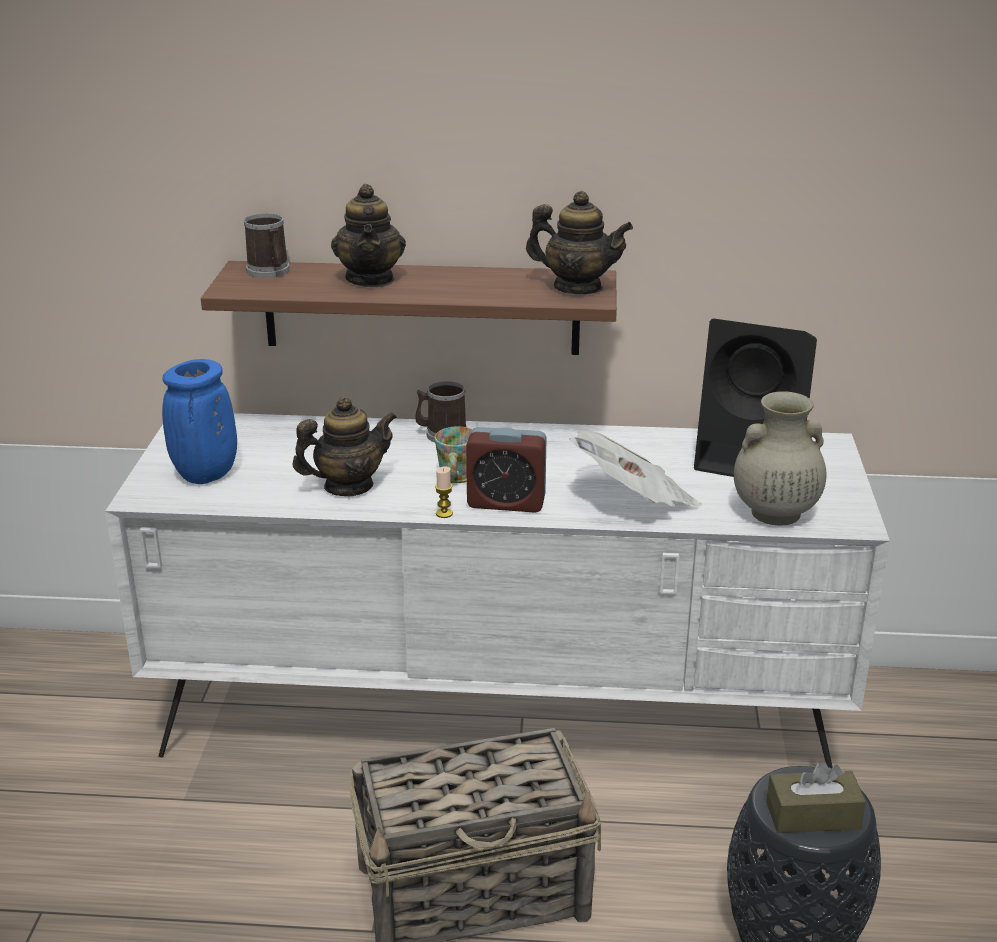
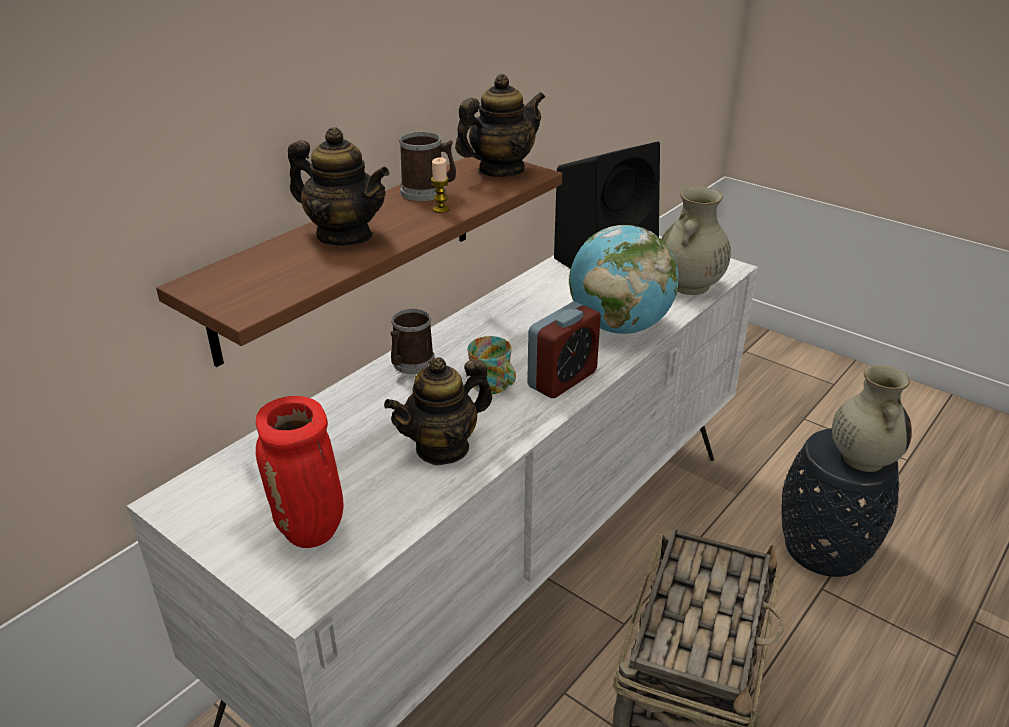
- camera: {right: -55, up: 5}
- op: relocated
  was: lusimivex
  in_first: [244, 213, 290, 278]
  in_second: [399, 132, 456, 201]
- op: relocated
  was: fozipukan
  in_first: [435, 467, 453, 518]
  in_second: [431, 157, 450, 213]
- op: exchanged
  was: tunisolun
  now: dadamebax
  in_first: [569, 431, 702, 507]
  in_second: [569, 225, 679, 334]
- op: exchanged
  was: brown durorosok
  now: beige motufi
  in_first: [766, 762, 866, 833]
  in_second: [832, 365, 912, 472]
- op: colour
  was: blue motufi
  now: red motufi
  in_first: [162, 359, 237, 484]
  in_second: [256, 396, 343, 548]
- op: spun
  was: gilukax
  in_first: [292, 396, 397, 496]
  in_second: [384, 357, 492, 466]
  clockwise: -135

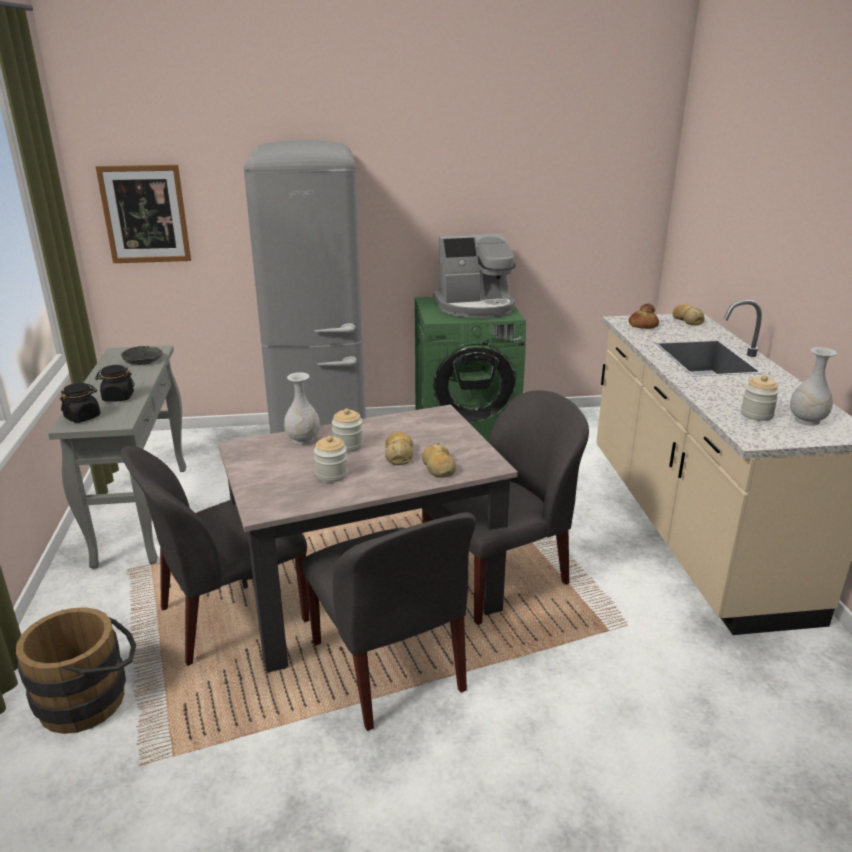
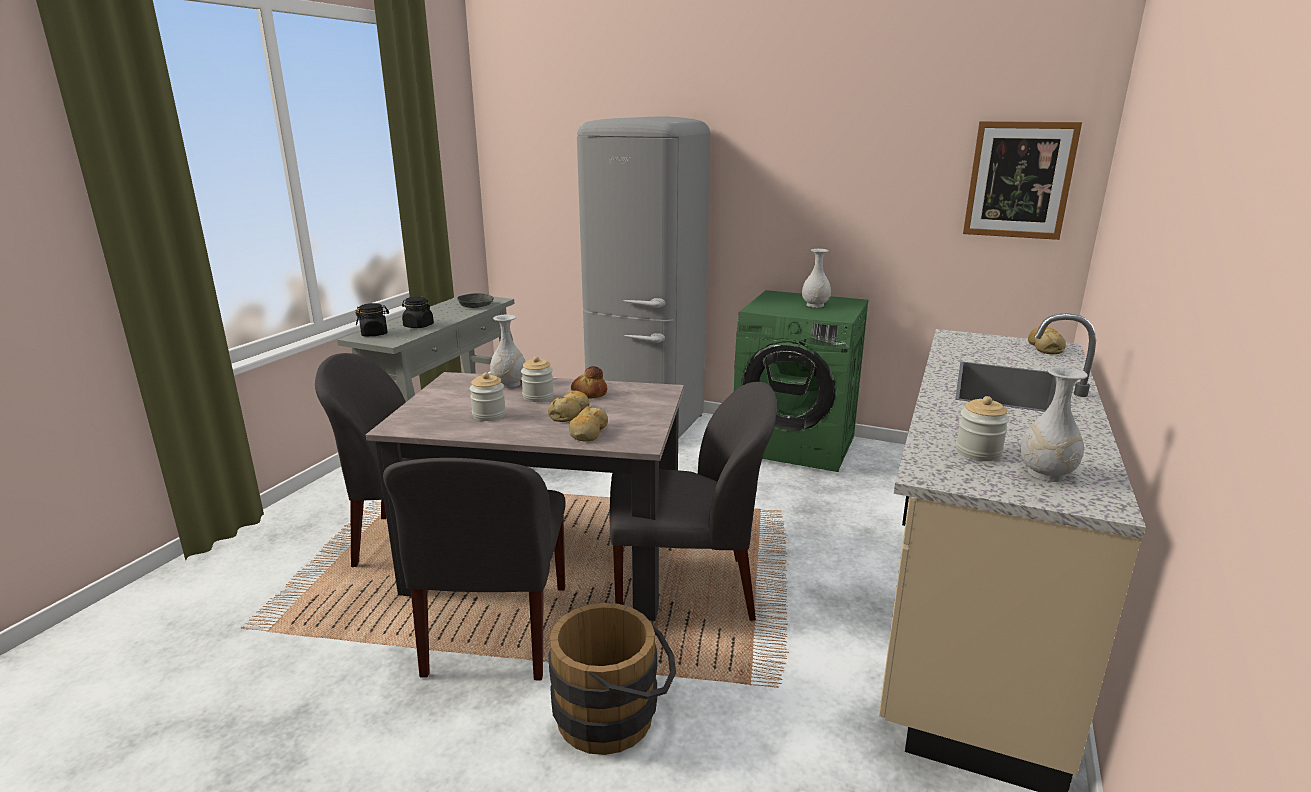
- camera: {right: 30, up: -5}
- op: relocated
  was: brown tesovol
  in_first: [16, 607, 136, 734]
  in_second: [548, 602, 676, 755]
- op: relocated
  was: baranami
  in_first: [96, 165, 191, 263]
  in_second: [963, 121, 1082, 240]
- op: relocated
  was: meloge
  in_first: [629, 303, 659, 329]
  in_second: [571, 366, 607, 399]
- op: exchanged
  was: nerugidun
  now: white motufi
  in_first: [433, 234, 516, 318]
  in_second: [802, 249, 831, 308]

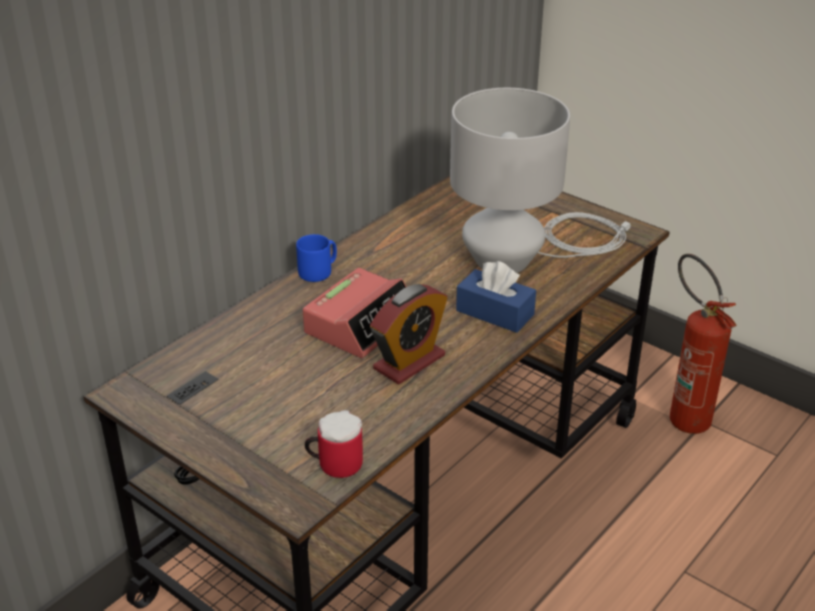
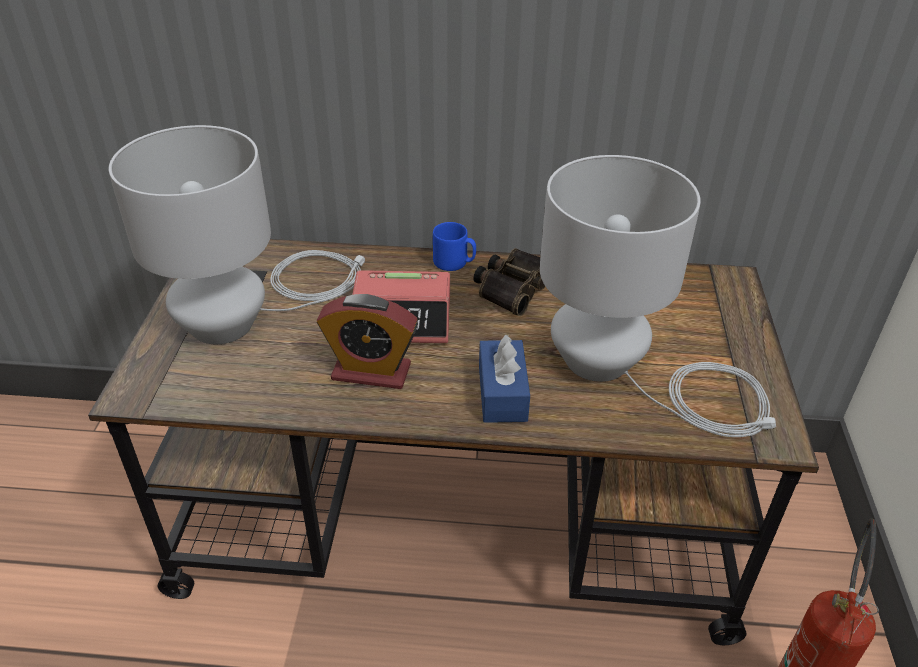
- camera: {right: 55, up: 5}
- op: missing
  was: lusimivex
  in_first: [305, 410, 363, 478]
- op: appeared
  now: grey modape
  in_second: [109, 125, 365, 344]
- op: appeared
  now: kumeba
  in_second: [473, 248, 546, 316]

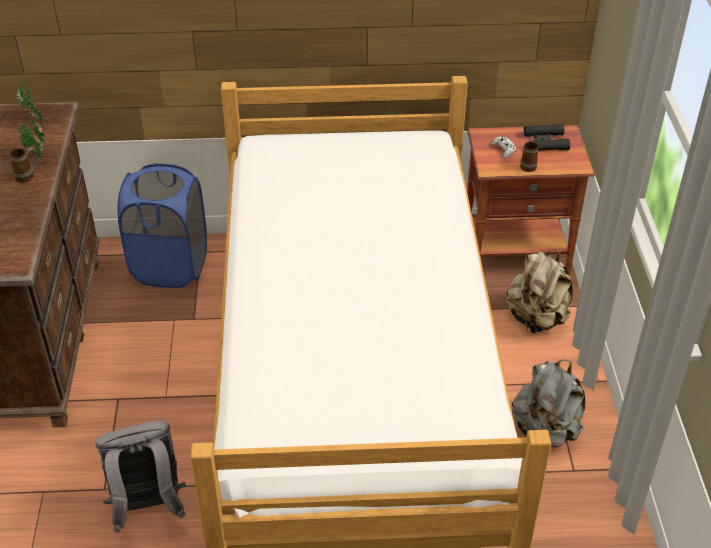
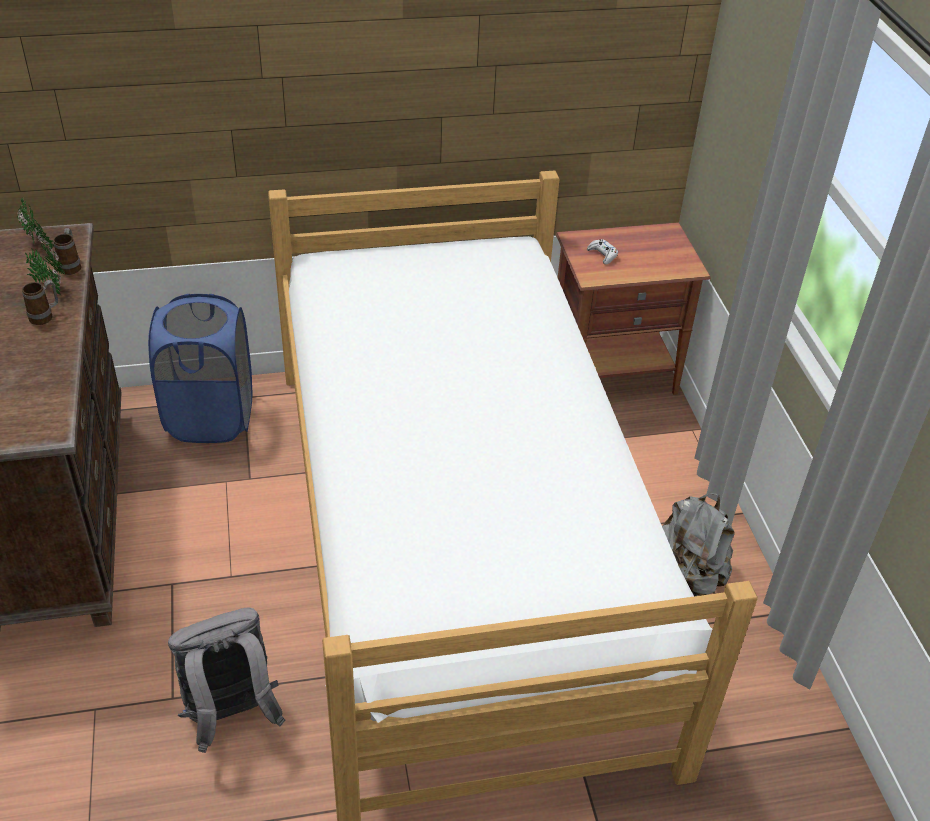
- camera: {right: -10, up: 0}
- op: missing
  was: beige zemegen
  in_first: [506, 249, 573, 334]
- op: missing
  was: black kumeba
  in_first: [524, 124, 570, 151]
- op: relocated
  was: lusimivex
  in_first: [520, 137, 539, 172]
  in_second: [53, 228, 81, 275]

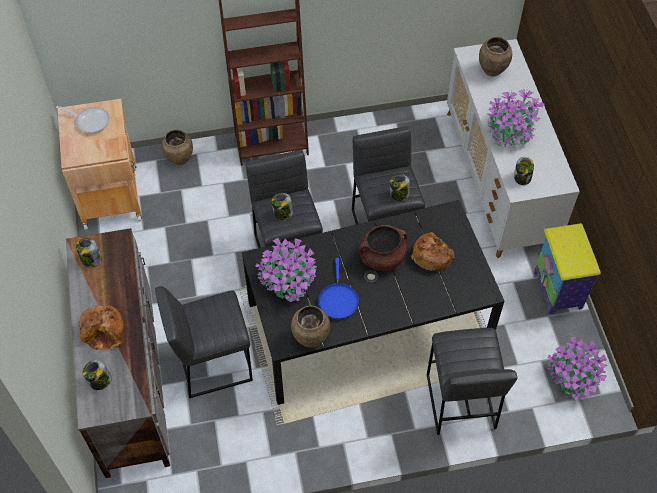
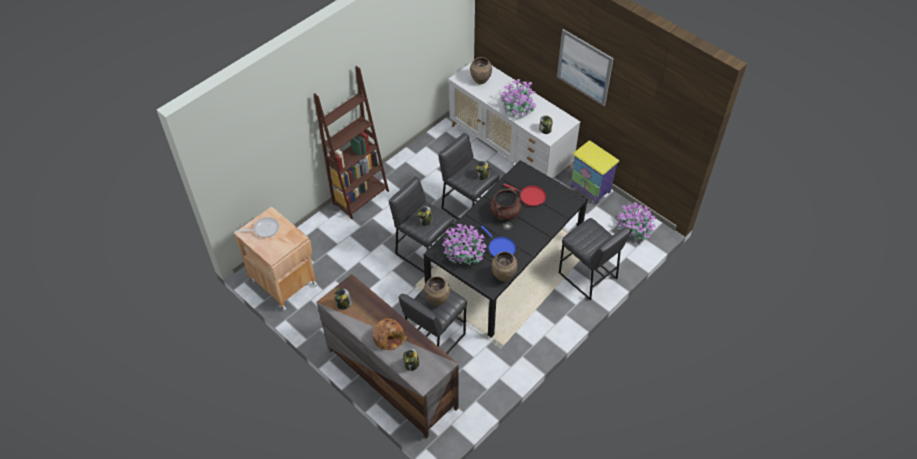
- camera: {right: -35, up: -5}
- op: appeared
  now: baranami
  in_second: [557, 29, 614, 106]
- op: relocated
  was: brown motufi
  in_first: [162, 130, 193, 165]
  in_second: [424, 276, 450, 306]
- op: exchanged
  was: meloge
  now: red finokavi
  in_first: [411, 232, 455, 271]
  in_second: [503, 183, 547, 207]

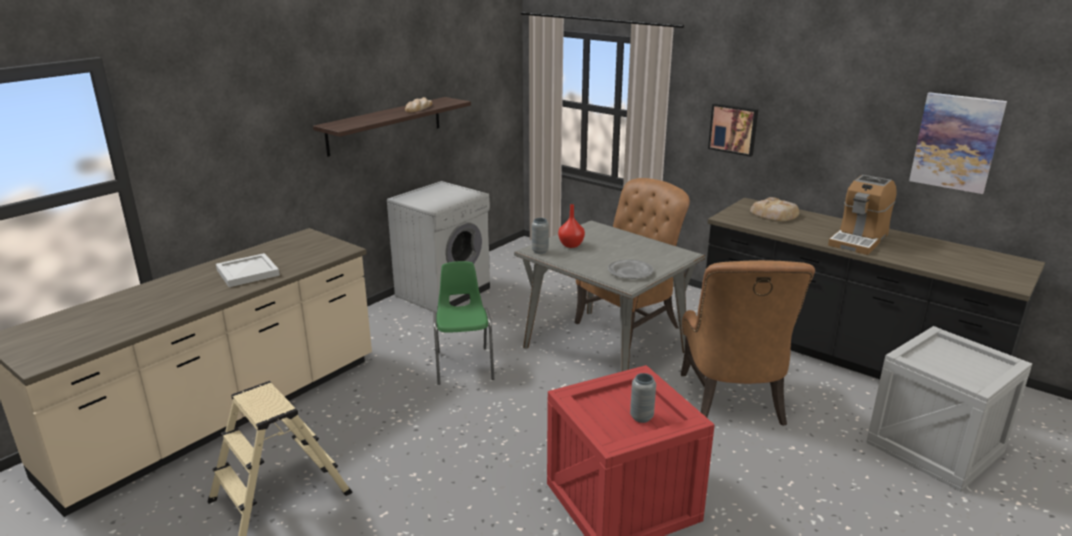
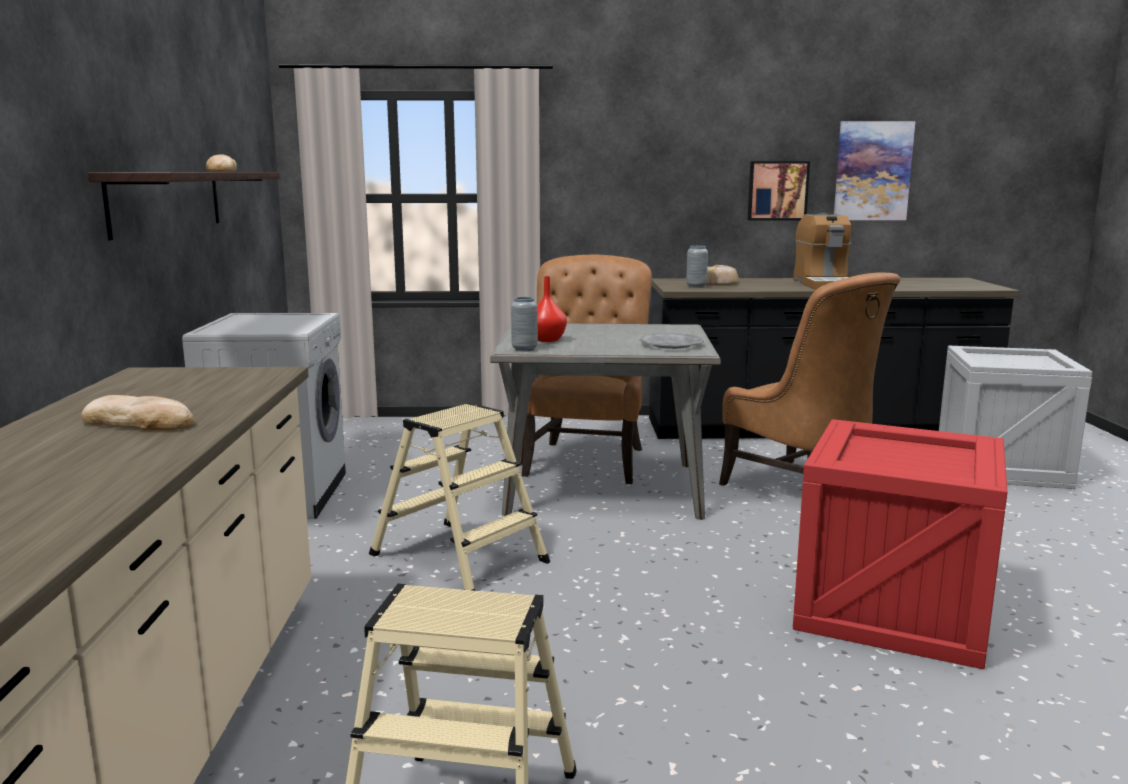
- camera: {right: -40, up: -10}
- op: relocated
  was: grey motufi
  in_first: [630, 373, 656, 423]
  in_second: [686, 246, 708, 288]
- op: relocated
  was: baranami
  in_first: [708, 103, 758, 157]
  in_second: [747, 161, 810, 220]
- op: exchanged
  was: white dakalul
  now: meloge
  in_first: [216, 253, 280, 287]
  in_second: [81, 395, 194, 431]
- op: exchanged
  was: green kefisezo
  now: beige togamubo
  in_first: [434, 261, 494, 385]
  in_second: [369, 403, 550, 591]

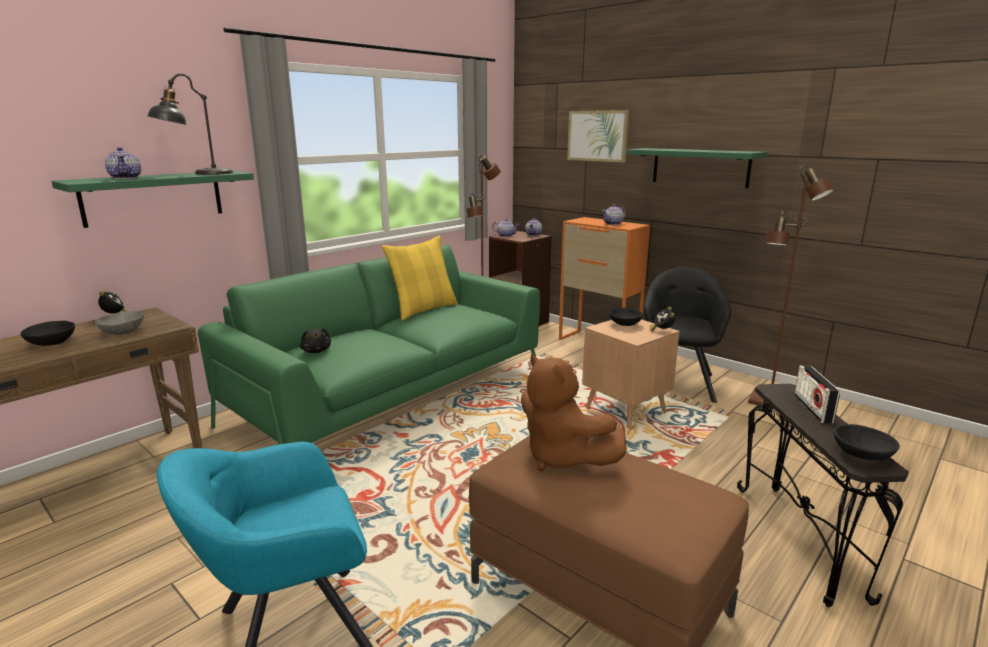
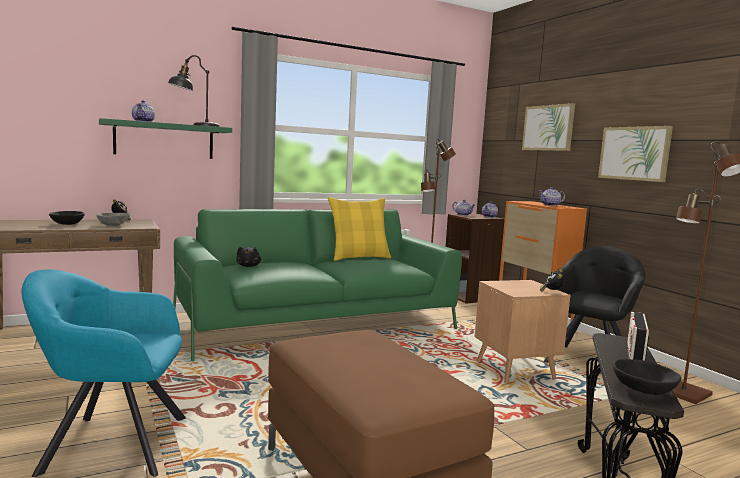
- camera: {right: 20, up: -10}
- op: missing
  was: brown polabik
  in_first: [521, 354, 627, 471]
- op: missing
  was: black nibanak
  in_first: [609, 307, 643, 326]
- op: exchanged
  was: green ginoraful
  now: baranami
  in_first: [626, 148, 767, 188]
  in_second: [598, 126, 673, 182]

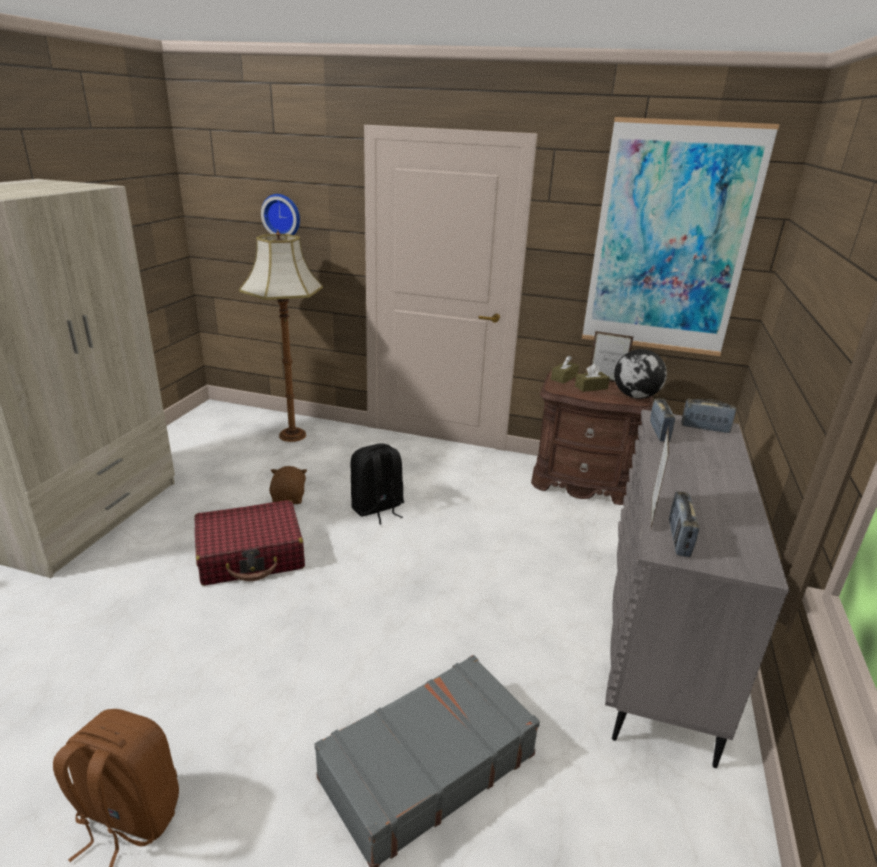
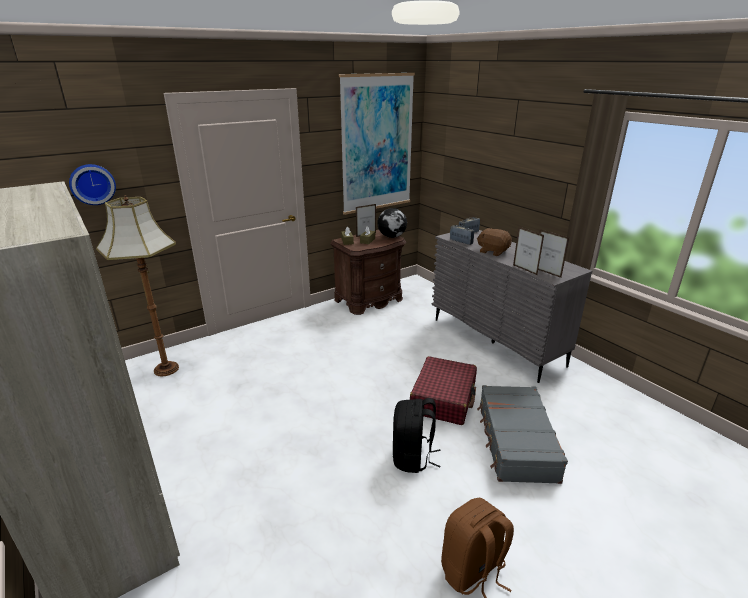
- camera: {right: -50, up: 0}
- op: relocated
  was: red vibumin
  in_first: [194, 500, 305, 586]
  in_second: [410, 356, 477, 425]
- op: relocated
  was: brown polabik
  in_first: [269, 466, 307, 504]
  in_second: [477, 228, 512, 256]
- op: relocated
  was: black zemegen
  in_first: [351, 443, 404, 525]
  in_second: [393, 398, 441, 473]
- op: exchanged
  was: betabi
  now: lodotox
  in_first: [669, 492, 699, 557]
  in_second: [538, 229, 569, 278]

